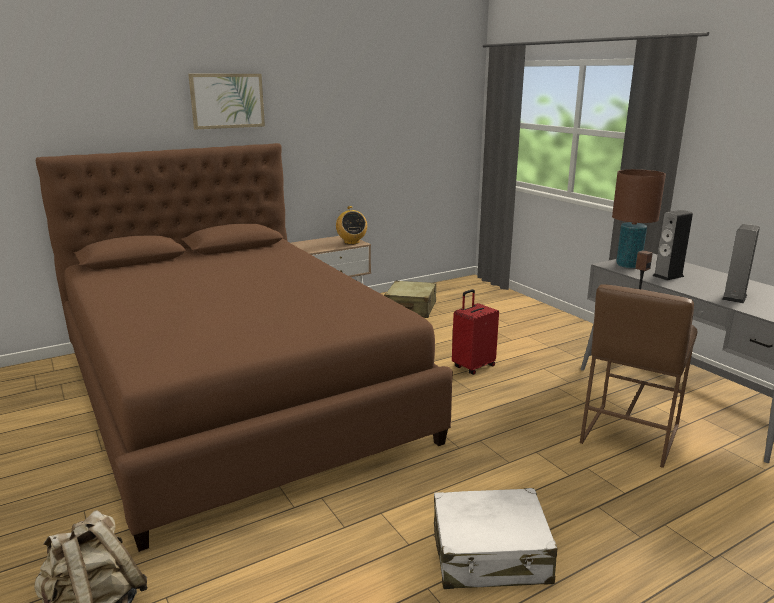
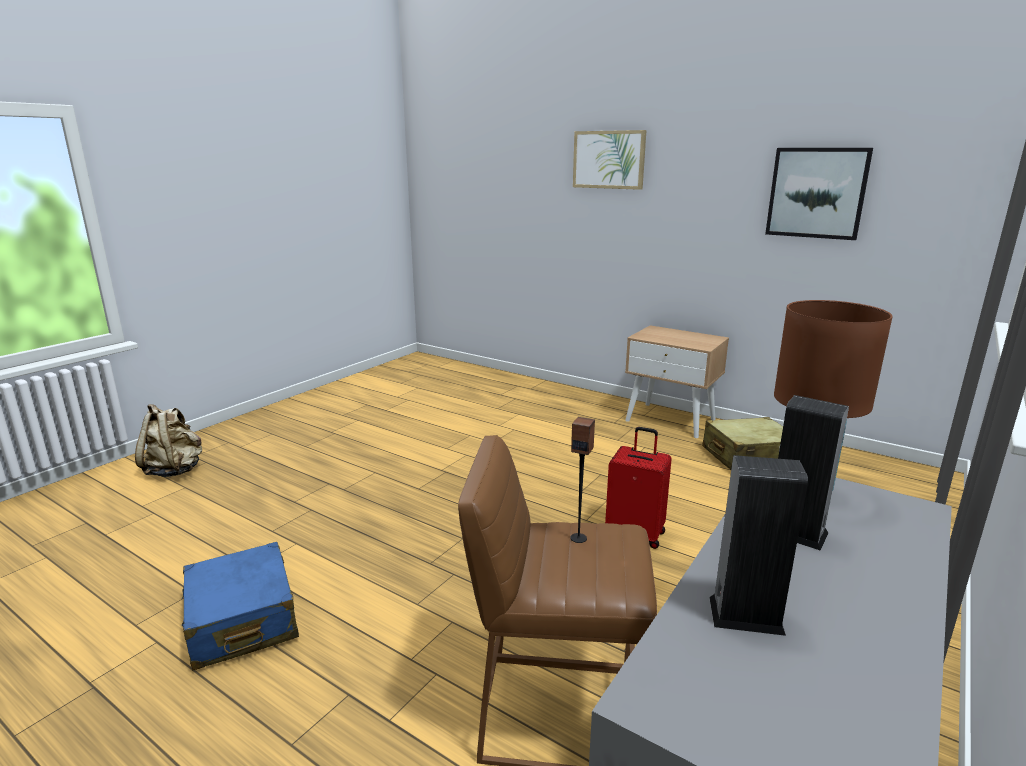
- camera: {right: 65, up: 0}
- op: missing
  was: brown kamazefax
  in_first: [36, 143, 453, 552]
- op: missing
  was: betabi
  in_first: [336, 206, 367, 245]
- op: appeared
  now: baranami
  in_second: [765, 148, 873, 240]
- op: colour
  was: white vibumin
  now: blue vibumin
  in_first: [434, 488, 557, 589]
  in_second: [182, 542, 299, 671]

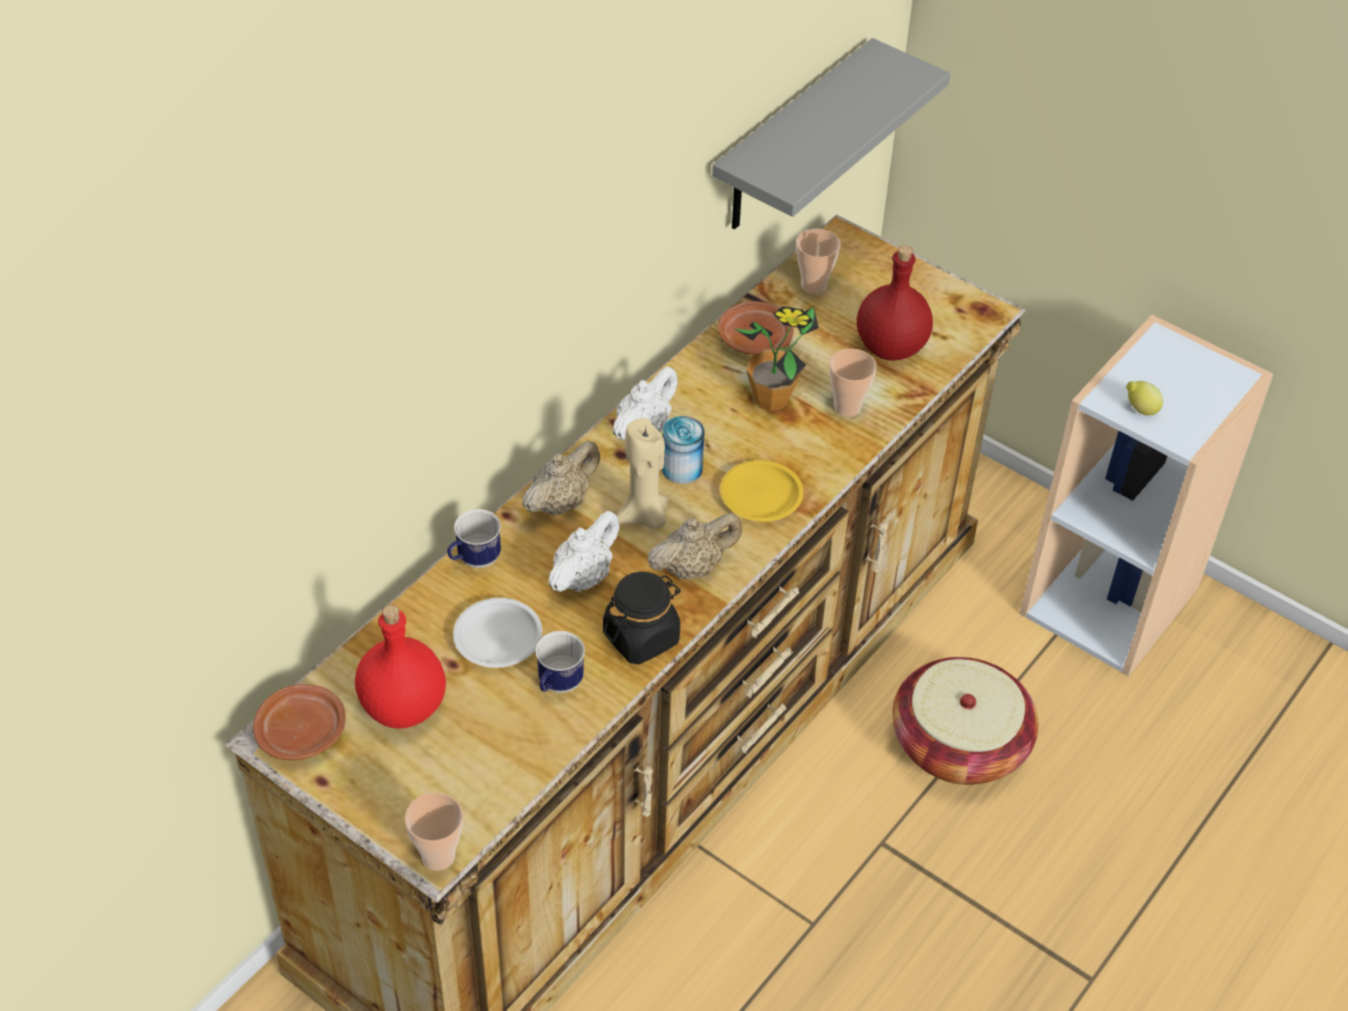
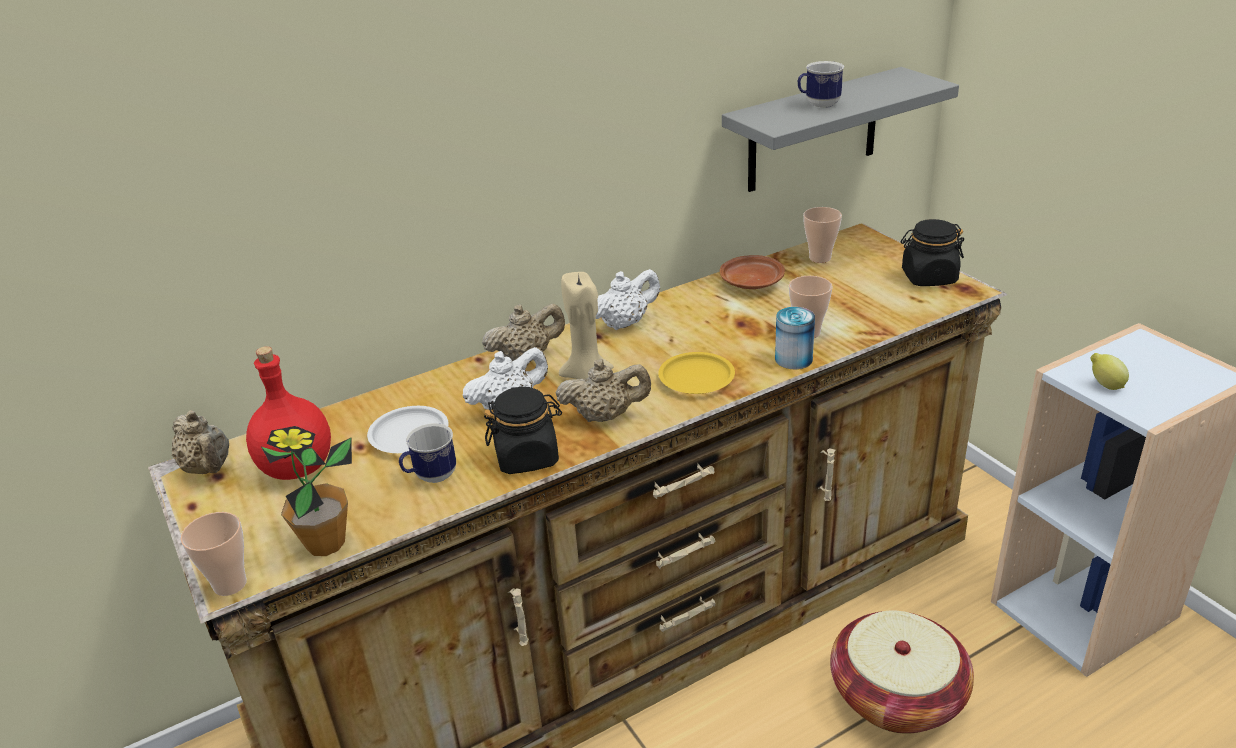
- camera: {right: 25, up: -15}
- op: missing
  was: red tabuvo
  in_first: [857, 245, 933, 361]
- op: appeared
  now: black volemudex
  in_second: [901, 219, 964, 286]
- op: relocated
  was: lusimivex
  in_first: [447, 509, 501, 568]
  in_second: [798, 61, 844, 108]
- op: relocated
  was: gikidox
  in_first: [662, 416, 704, 484]
  in_second: [775, 307, 815, 369]
- op: relocated
  was: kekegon
  in_first: [735, 306, 819, 412]
  in_second: [261, 426, 352, 556]
- op: exchanged
  was: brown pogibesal
  now: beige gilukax
  in_first: [253, 684, 346, 760]
  in_second: [172, 410, 229, 474]

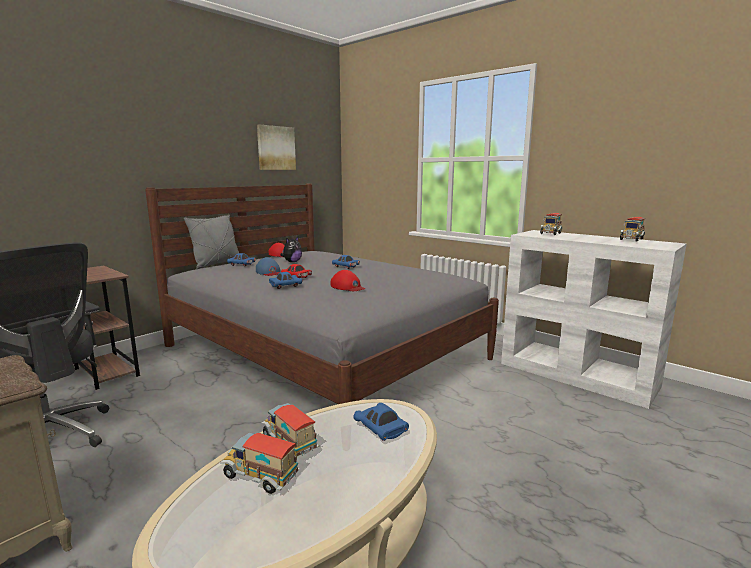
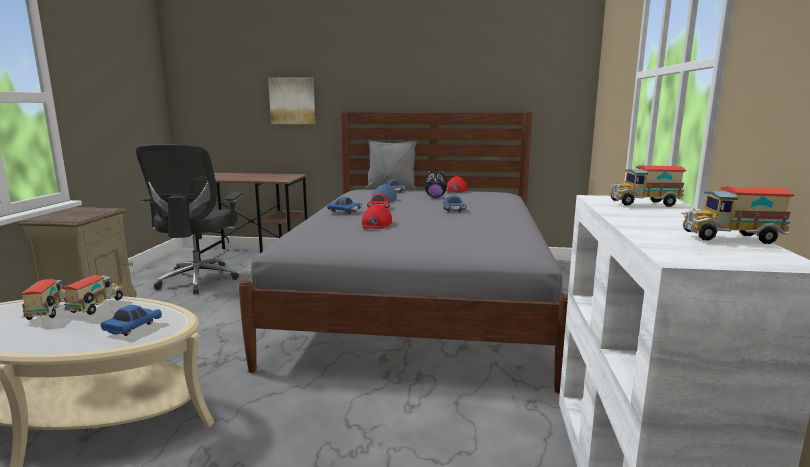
- camera: {right: 55, up: 0}
- op: relocated
  was: baranami
  in_first: [257, 124, 296, 170]
  in_second: [268, 77, 315, 124]

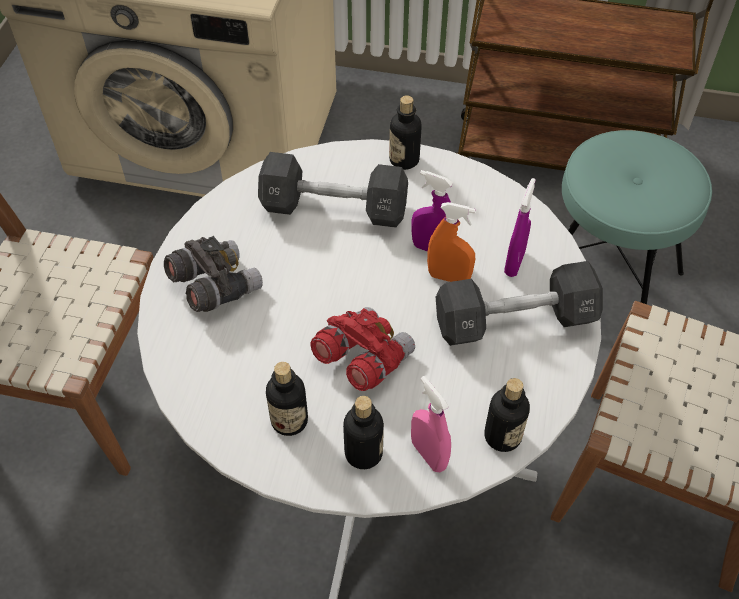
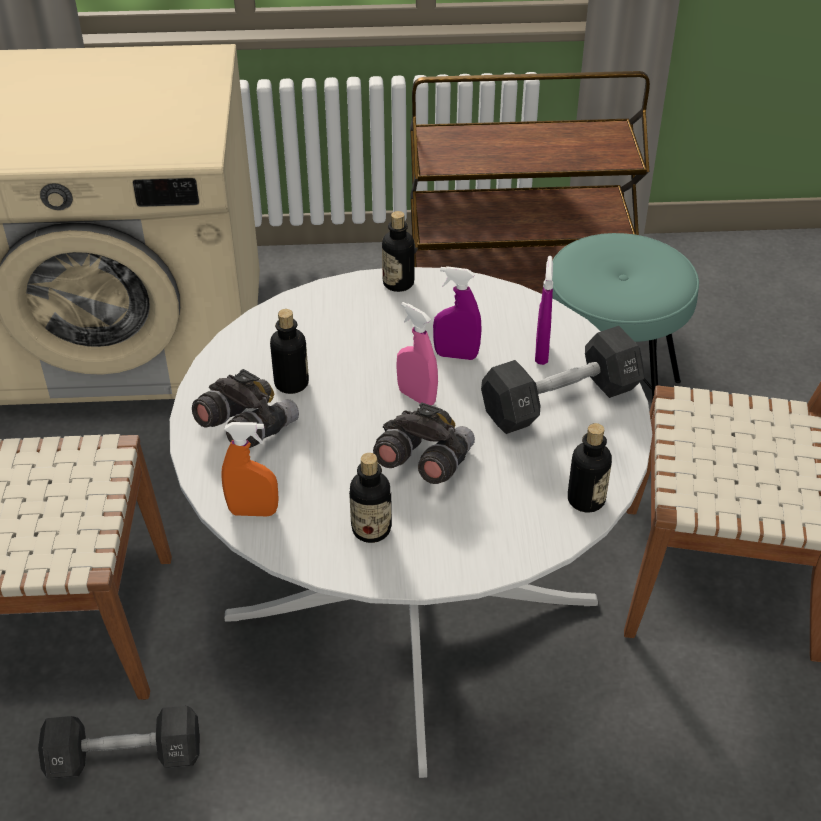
- camera: {right: -15, up: -10}
- op: relocated
  was: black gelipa
  in_first: [258, 152, 408, 228]
  in_second: [38, 706, 200, 778]
- op: relocated
  was: tabuvo
  in_first: [343, 396, 384, 469]
  in_second: [270, 309, 309, 394]
- op: relocated
  was: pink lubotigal
  in_first: [411, 376, 451, 472]
  in_second: [397, 302, 438, 405]
- op: relocated
  was: orange lubotigal
  in_first: [427, 202, 476, 282]
  in_second: [221, 422, 279, 516]
- op: colour
  was: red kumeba
  now: grey kumeba
  in_first: [311, 307, 415, 391]
  in_second: [373, 402, 475, 484]

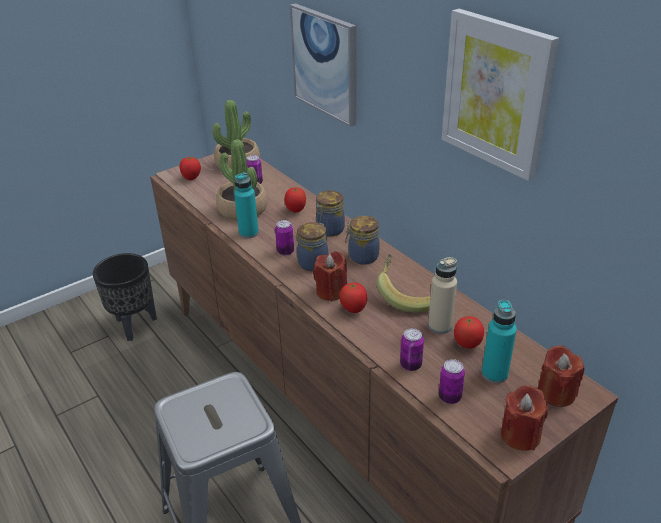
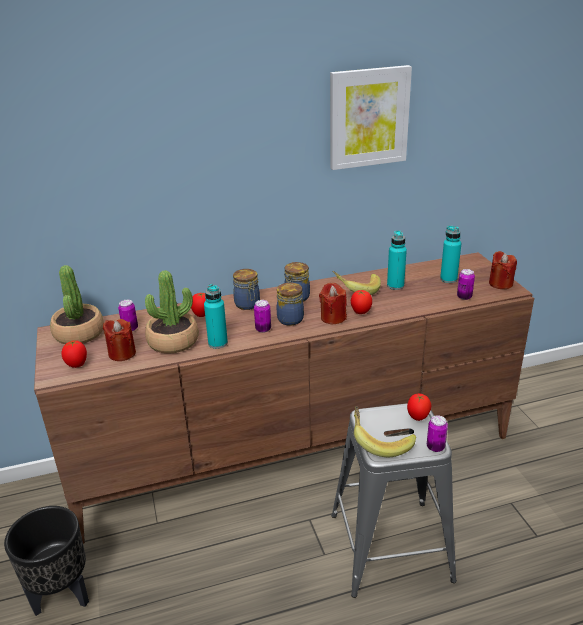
- camera: {right: -70, up: -5}
- op: missing
  was: baranami
  in_first: [290, 3, 356, 127]
- op: appeared
  now: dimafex
  in_second: [354, 406, 416, 457]
- op: relocated
  was: gikidox
  in_first: [400, 328, 424, 371]
  in_second: [427, 415, 448, 452]
- op: relocated
  was: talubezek
  in_first: [454, 316, 484, 349]
  in_second: [407, 393, 431, 421]
- op: relocated
  was: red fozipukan
  in_first: [538, 345, 584, 407]
  in_second: [103, 319, 136, 361]
- op: colour
  was: beige tabuvo
  now: turquoise tabuvo
  in_first: [428, 257, 457, 334]
  in_second: [387, 230, 407, 290]

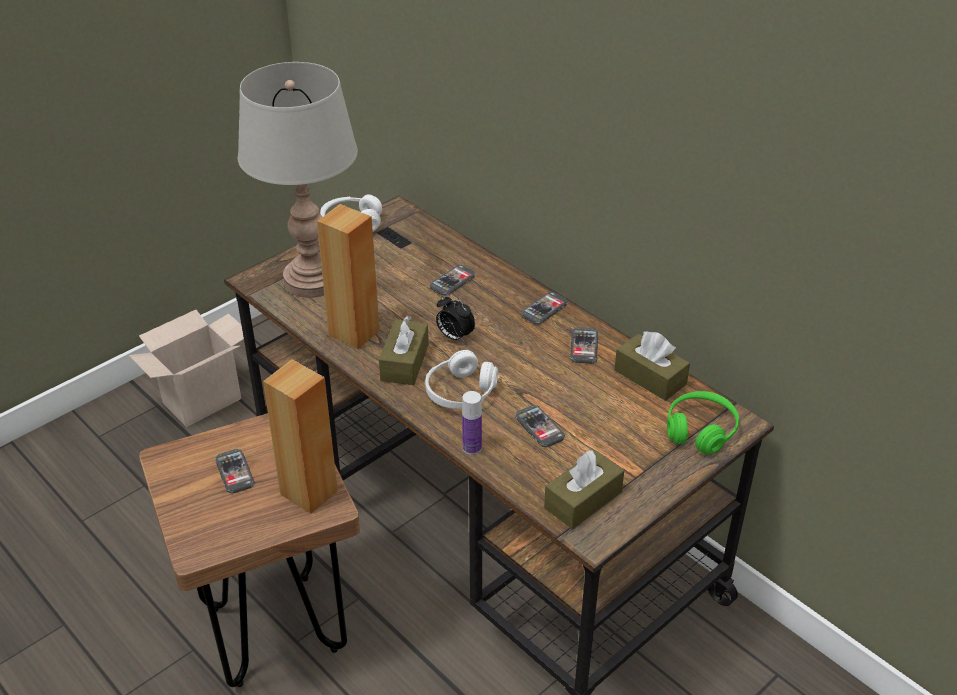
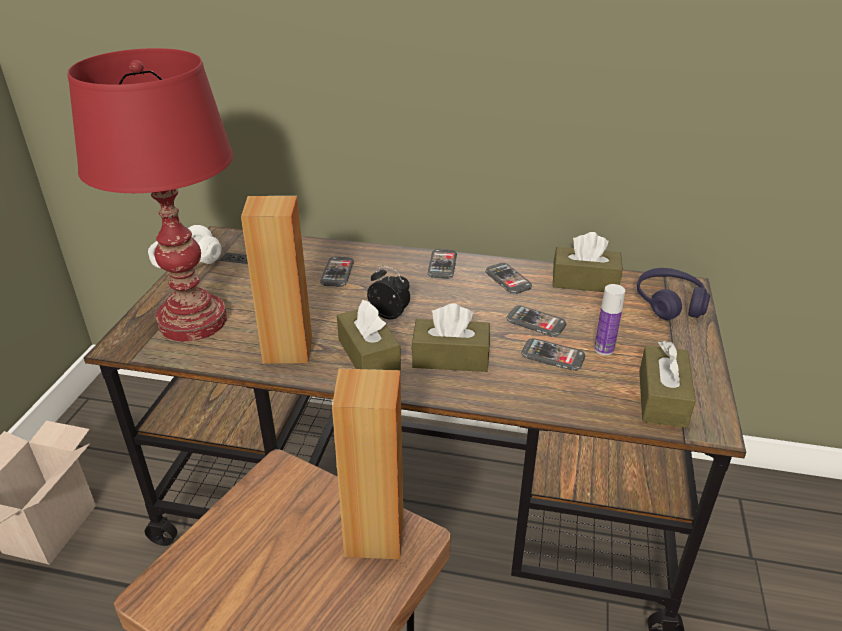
- camera: {right: -35, up: -5}
- op: relocated
  was: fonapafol
  in_first: [215, 449, 255, 493]
  in_second: [507, 305, 566, 337]
- op: relocated
  was: tabuvo
  in_first: [462, 391, 482, 455]
  in_second: [594, 284, 625, 355]
- op: exchanged
  was: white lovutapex
  now: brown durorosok
  in_first: [425, 350, 498, 408]
  in_second: [411, 303, 490, 372]
- op: colour
  was: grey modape
  now: red modape
  in_first: [238, 62, 358, 298]
  in_second: [68, 48, 233, 341]
- op: colour
  was: green lovutapex
  now: purple lovutapex
  in_first: [667, 391, 739, 454]
  in_second: [637, 268, 710, 320]
- op: spun
  was: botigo
  in_first: [436, 294, 475, 343]
  in_second: [367, 266, 410, 320]
  clockwise: -150

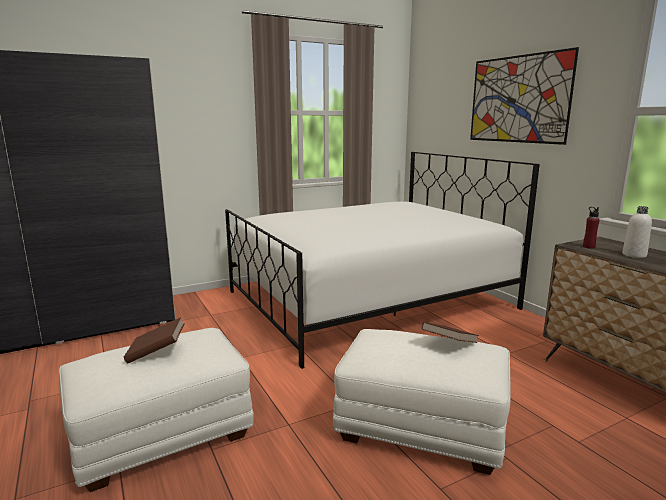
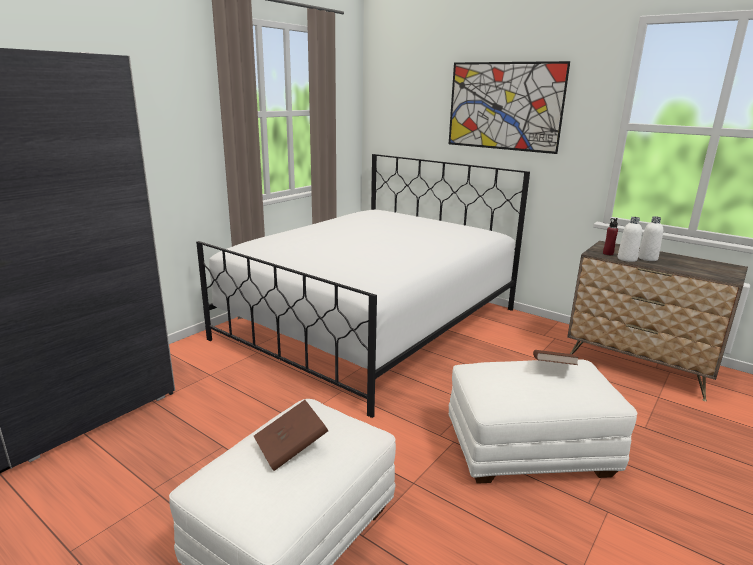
- camera: {right: -25, up: 5}
- op: appeared
  now: white tabuvo
  in_second: [617, 217, 642, 262]

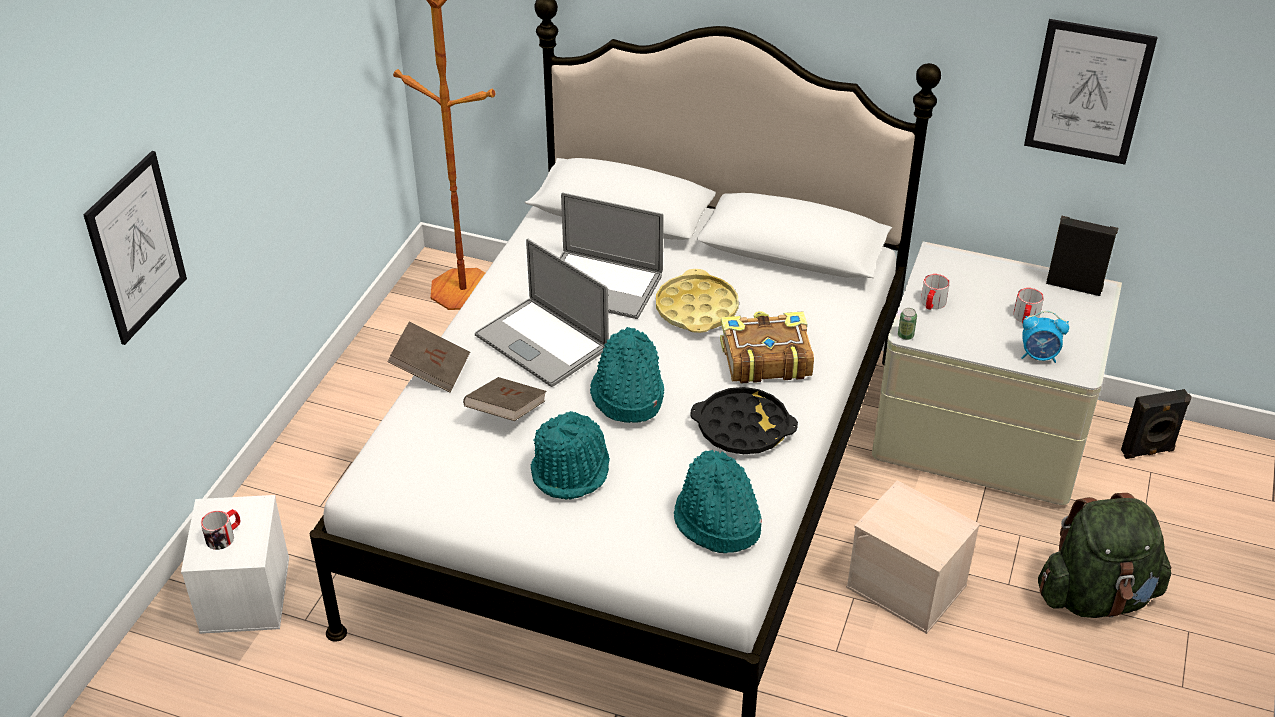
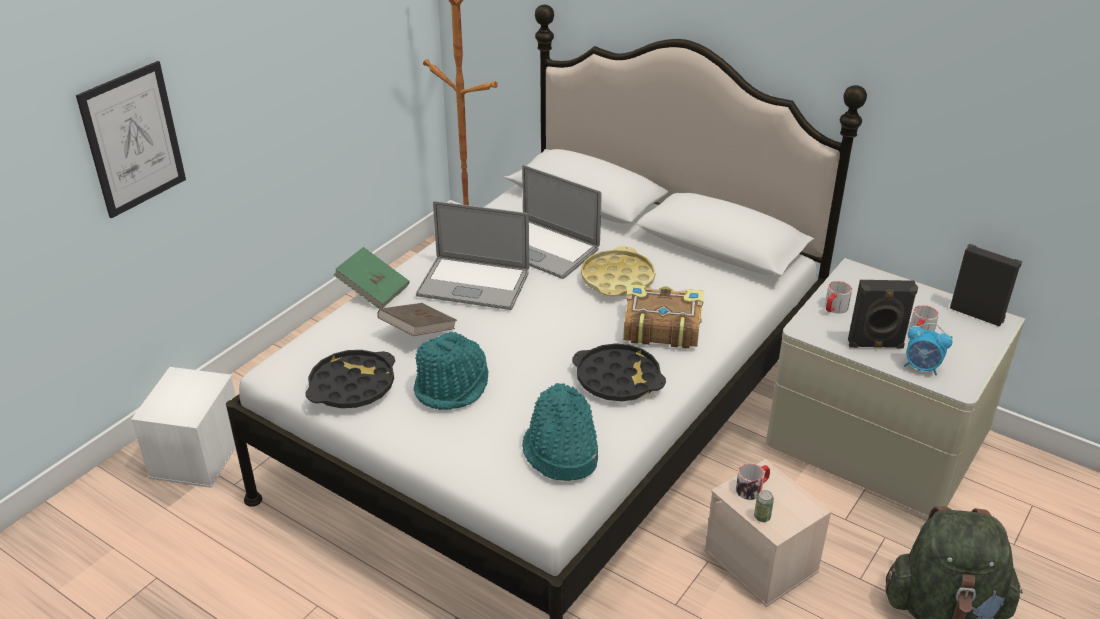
- camera: {right: 15, up: -5}
- op: missing
  was: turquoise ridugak
  in_first: [590, 327, 664, 423]
- op: missing
  was: baranami
  in_first: [1024, 19, 1158, 165]
- op: appeared
  now: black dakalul
  in_second: [305, 350, 395, 408]
- op: relocated
  was: lusimivex
  in_first: [201, 509, 240, 550]
  in_second: [736, 463, 770, 500]
- op: relocated
  was: gikidox
  in_first: [898, 308, 917, 340]
  in_second: [754, 490, 774, 522]
- op: relocated
  was: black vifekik
  in_first: [1121, 389, 1191, 459]
  in_second: [848, 280, 918, 349]
- op: colour
  was: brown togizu
  now: green togizu
  in_first: [387, 322, 470, 393]
  in_second: [334, 247, 409, 309]
- op: spun
  was: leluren
  in_first: [475, 239, 609, 387]
  in_second: [416, 201, 529, 310]
  clockwise: -45

